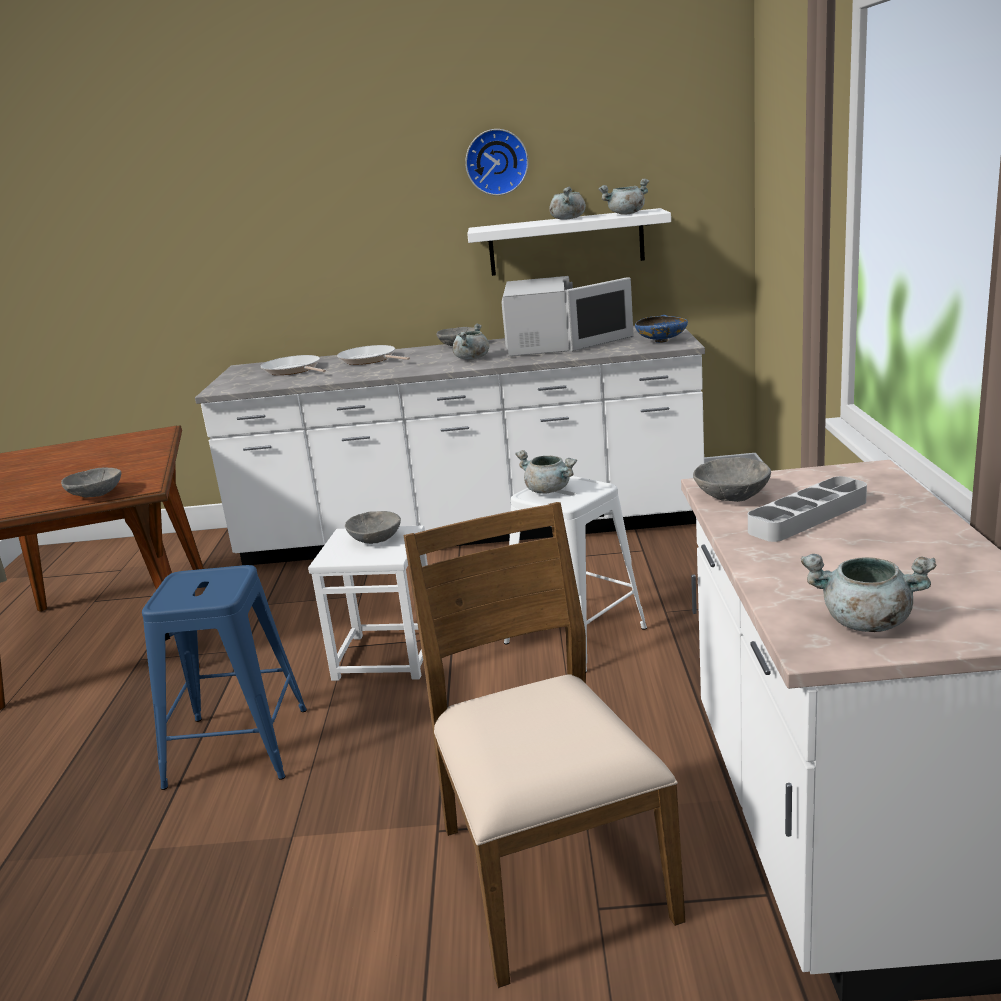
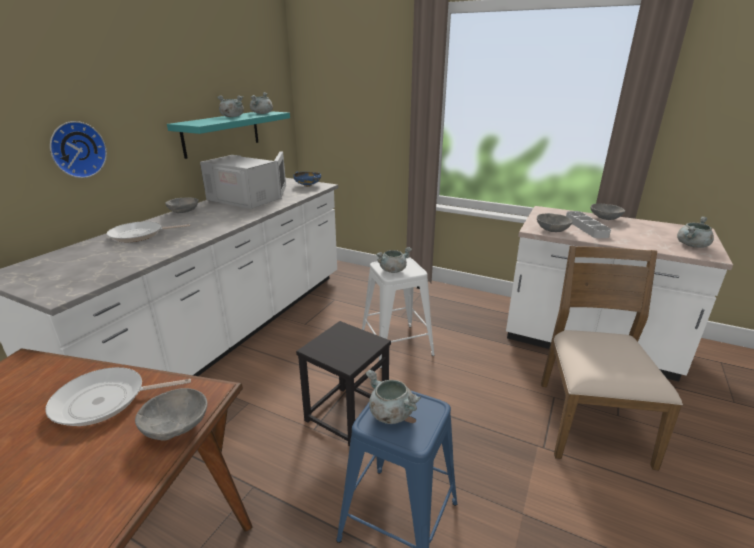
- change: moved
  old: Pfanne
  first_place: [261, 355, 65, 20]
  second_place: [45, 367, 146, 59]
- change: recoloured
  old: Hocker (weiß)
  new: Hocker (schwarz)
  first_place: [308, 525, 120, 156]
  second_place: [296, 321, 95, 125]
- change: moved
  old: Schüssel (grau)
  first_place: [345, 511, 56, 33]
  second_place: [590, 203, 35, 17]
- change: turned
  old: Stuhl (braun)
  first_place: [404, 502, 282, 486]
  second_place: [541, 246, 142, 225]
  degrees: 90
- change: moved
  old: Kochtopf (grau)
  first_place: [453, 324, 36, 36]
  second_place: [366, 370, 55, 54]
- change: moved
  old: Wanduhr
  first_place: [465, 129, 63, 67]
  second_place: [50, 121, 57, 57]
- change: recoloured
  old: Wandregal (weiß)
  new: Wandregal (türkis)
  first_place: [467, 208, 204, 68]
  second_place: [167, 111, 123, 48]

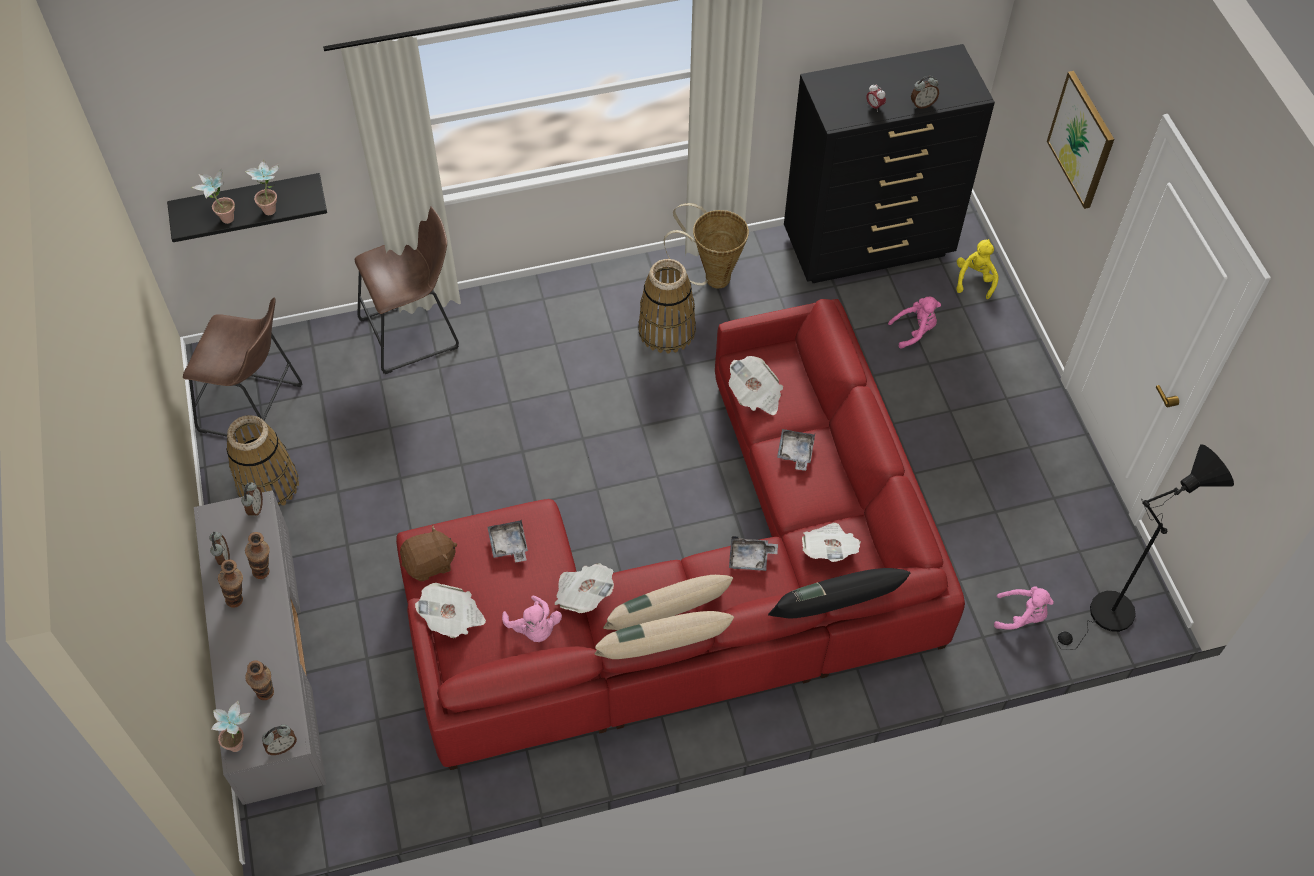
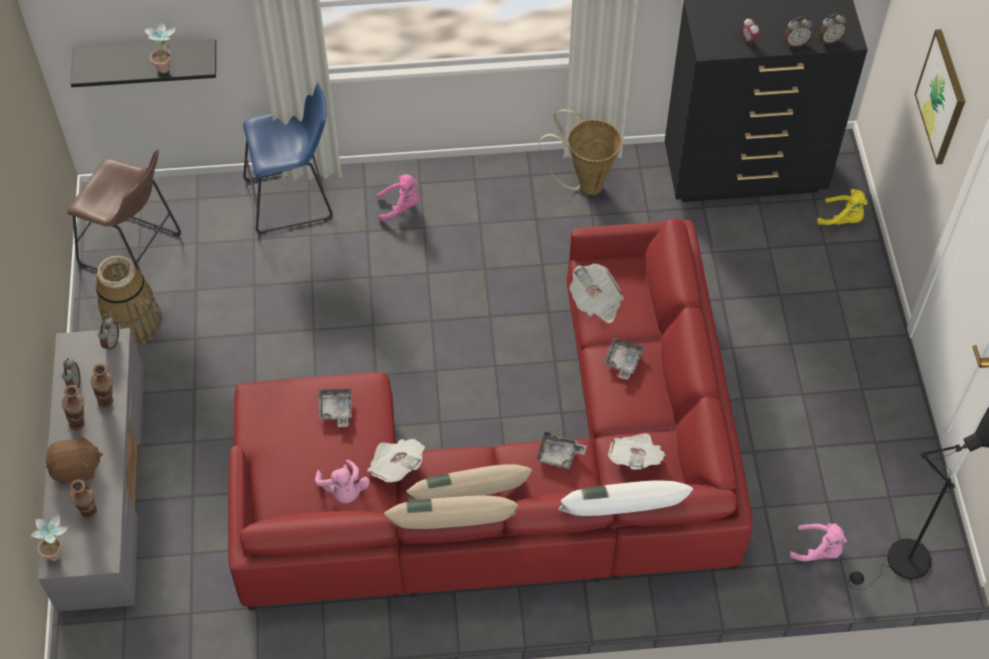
- change: removed
  old: Topfpflanze
  first_place: [191, 169, 44, 55]
- change: moved
  old: Wecker
  first_place: [262, 724, 35, 31]
  second_place: [819, 13, 28, 31]
- change: recoloured
  old: Hocker (braun)
  new: Hocker (blau)
  first_place: [355, 206, 104, 168]
  second_place: [243, 82, 90, 153]
- change: moved
  old: Plüschtier (braun)
  first_place: [400, 525, 57, 56]
  second_place: [46, 433, 57, 52]
- change: removed
  old: Zeitung
  first_place: [415, 583, 71, 55]
- change: removed
  old: Korb
  first_place: [638, 259, 58, 95]
- change: recoloured
  old: Kissen (schwarz)
  new: Kissen (weiß)
  first_place: [768, 568, 142, 51]
  second_place: [558, 481, 135, 35]
- change: moved
  old: Plüschtier (rosa)
  first_place: [888, 296, 53, 53]
  second_place: [377, 175, 42, 46]
- change: turned
  old: Plüschtier (gelb)
  first_place: [956, 239, 43, 60]
  second_place: [817, 189, 51, 36]
  degrees: 90

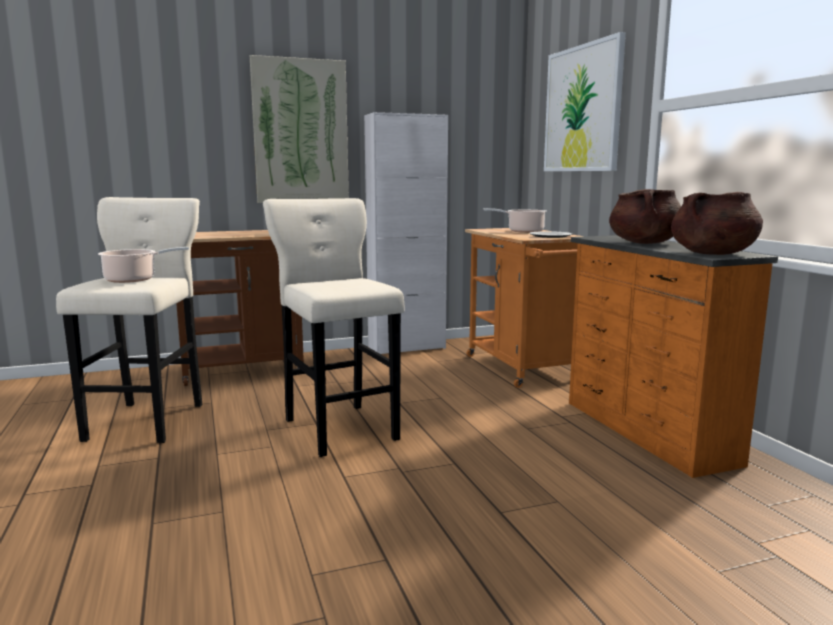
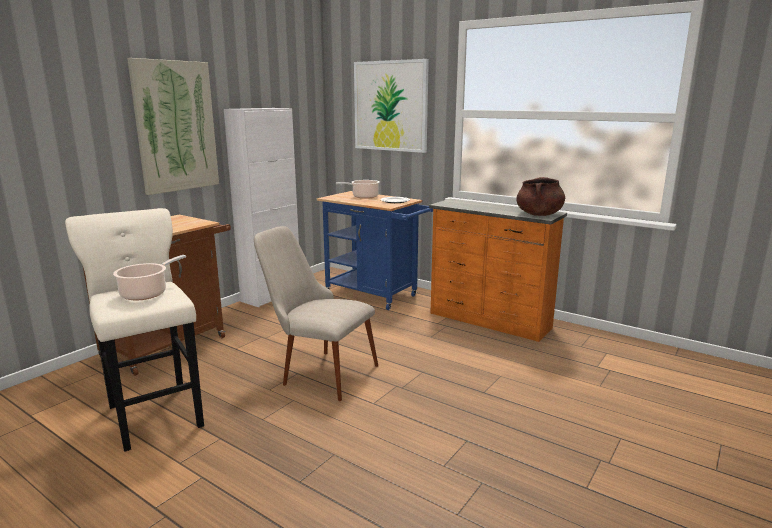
- change: replaced
  old: Hocker (beige)
  new: Stuhl (beige)
  first_place: [263, 198, 142, 259]
  second_place: [254, 226, 124, 175]
- change: recoloured
  old: Rollwagen (orange)
  new: Rollwagen (blau)
  first_place: [465, 228, 120, 160]
  second_place: [317, 191, 116, 119]
- change: removed
  old: Kochtopf (braun)
  first_place: [609, 189, 72, 55]

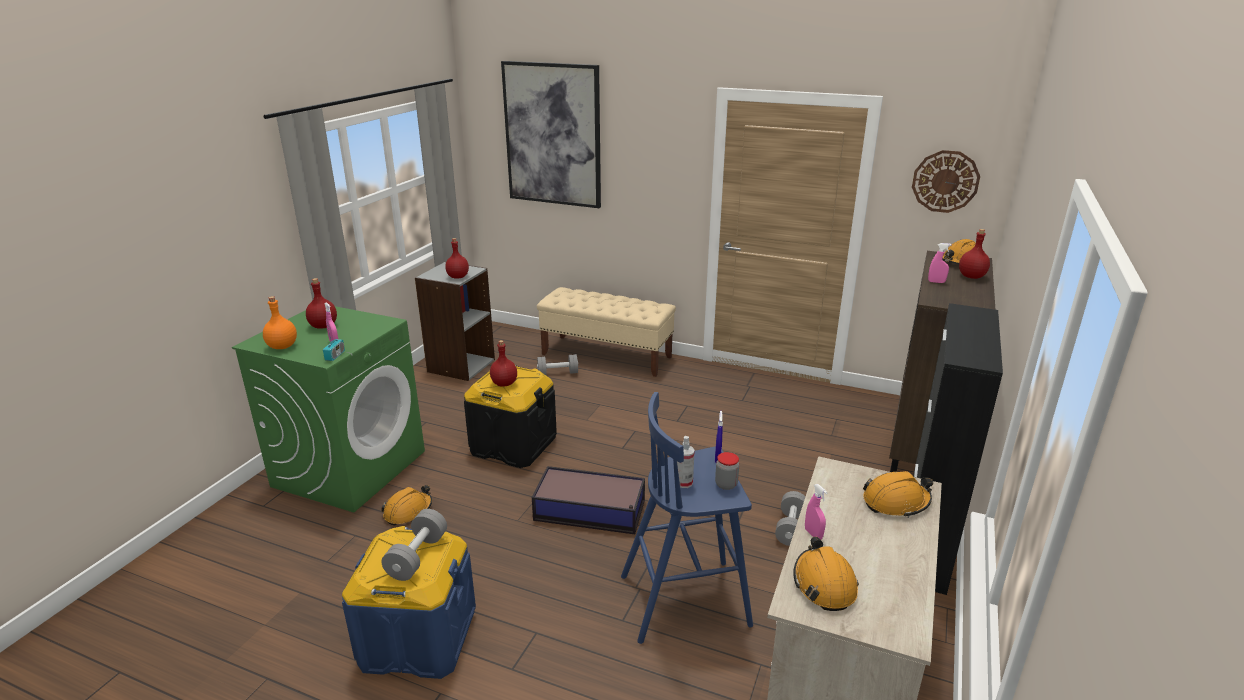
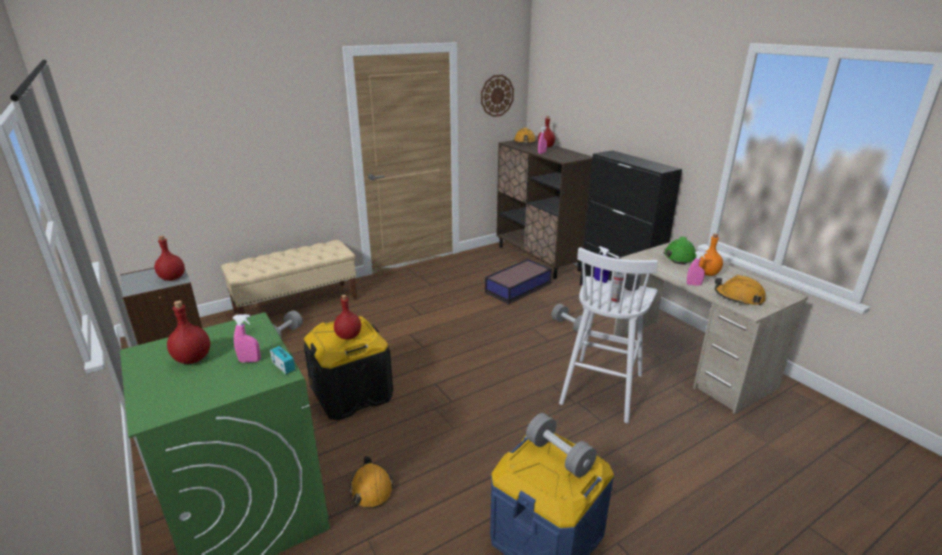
- change: moved
  old: Flasche (orange)
  first_place: [263, 296, 34, 53]
  second_place: [699, 233, 24, 43]
- change: removed
  old: Bild
  first_place: [501, 61, 100, 147]
- change: moved
  old: Aufbewahrungsbox
  first_place: [532, 466, 113, 68]
  second_place: [485, 259, 67, 45]
- change: recoloured
  old: Hocker (blau)
  new: Hocker (weiß)
  first_place: [621, 392, 132, 252]
  second_place: [559, 247, 99, 176]
- change: recoloured
  old: Schutzhelm (orange)
  new: Schutzhelm (grün)
  first_place: [863, 471, 70, 47]
  second_place: [664, 236, 33, 28]

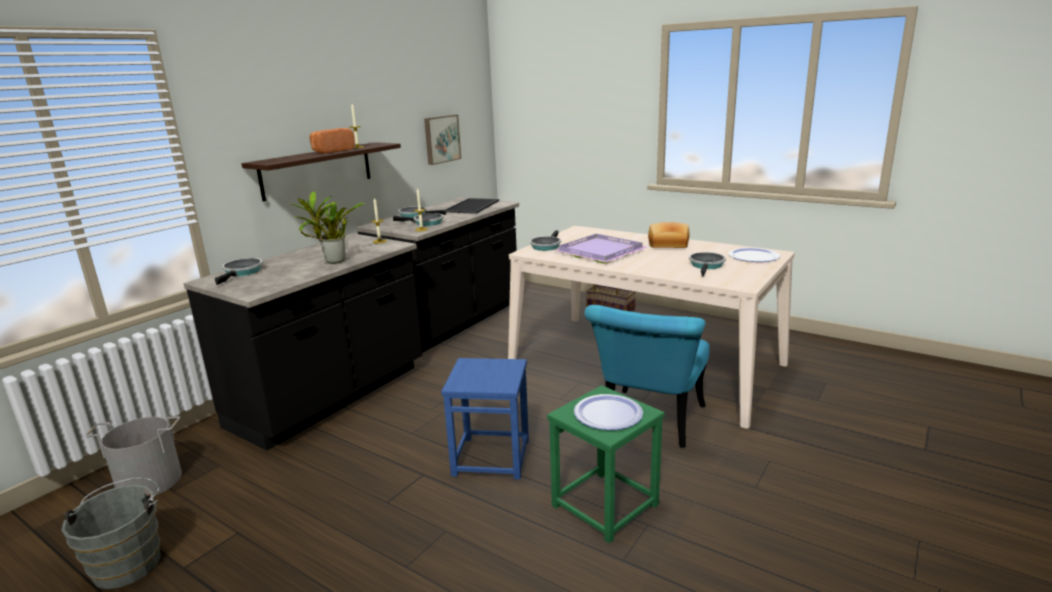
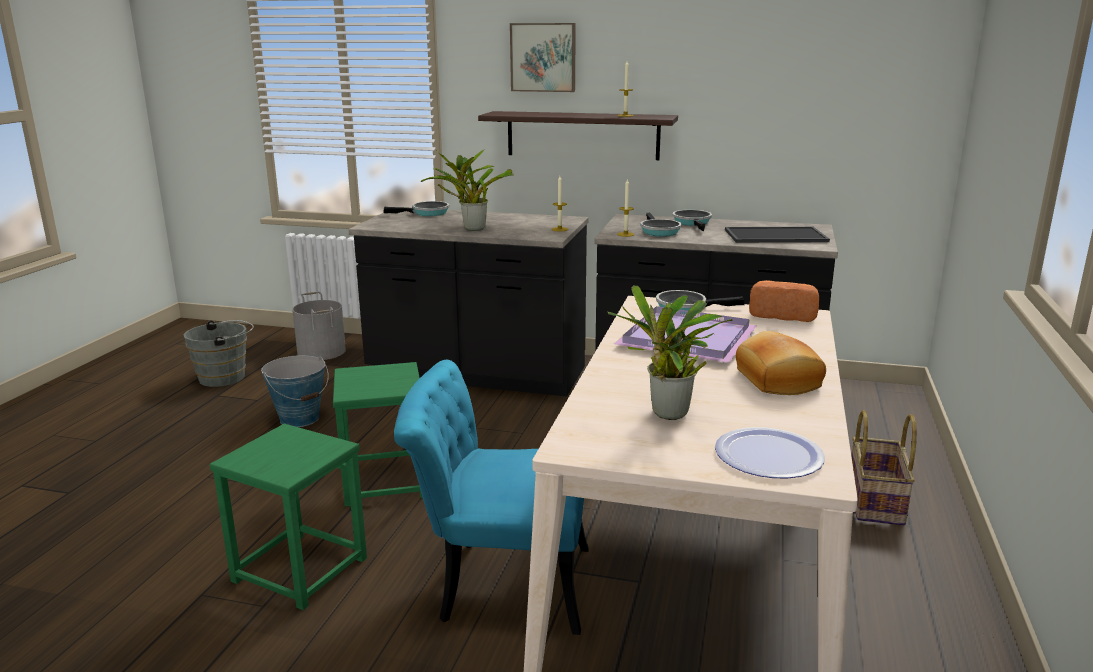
- change: moved
  old: Brot
  first_place: [310, 128, 45, 26]
  second_place: [749, 280, 70, 42]
- change: moved
  old: Bild
  first_place: [424, 115, 37, 50]
  second_place: [510, 23, 66, 69]
- change: recoloured
  old: Hocker (blau)
  new: Hocker (grün)
  first_place: [441, 358, 88, 122]
  second_place: [333, 362, 90, 145]
- change: removed
  old: Teller
  first_place: [574, 394, 69, 36]
- change: replaced
  old: Pfanne
  new: Topfpflanze
  first_place: [689, 252, 37, 25]
  second_place: [608, 285, 125, 135]
- change: added
  new: Eimer
  second_place: [261, 355, 68, 72]

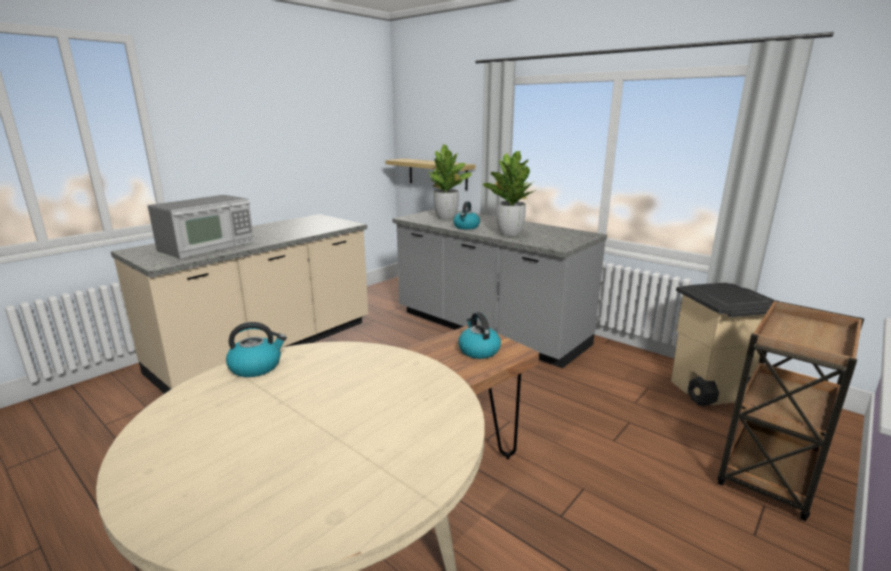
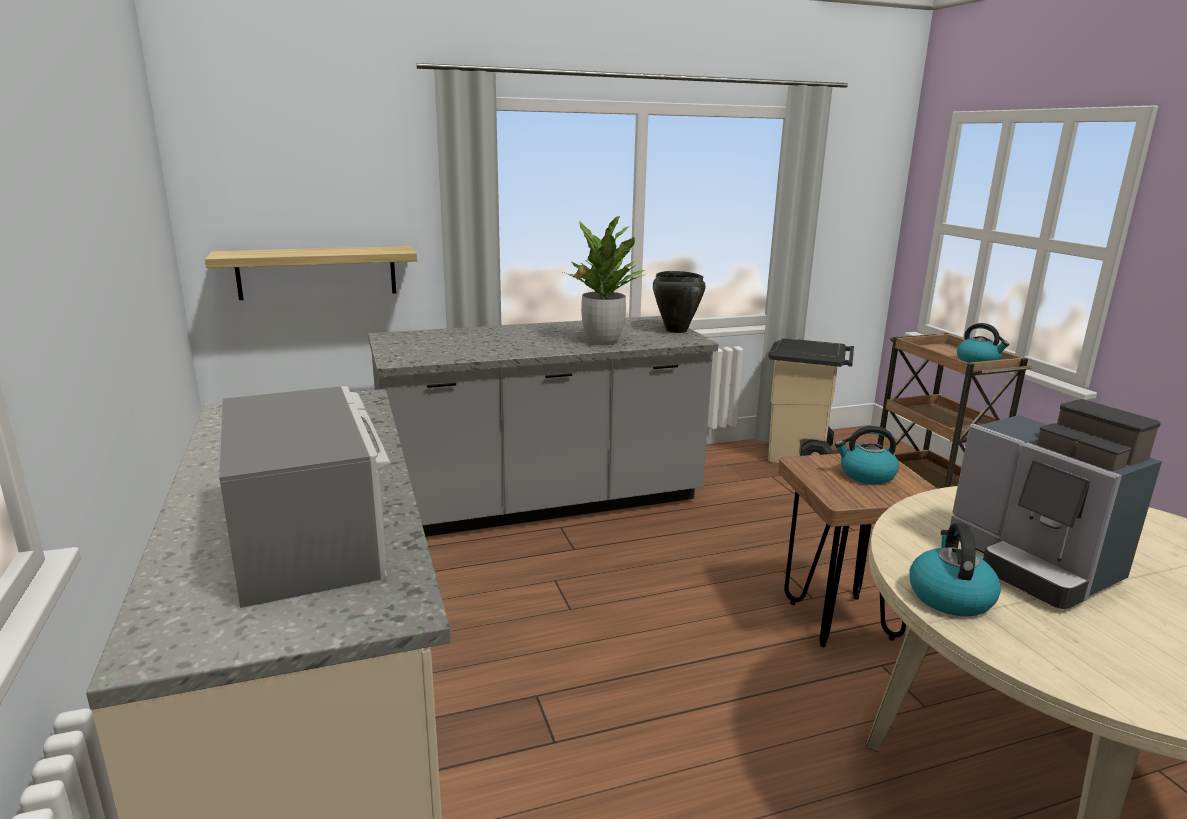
- change: removed
  old: Topfpflanze
  first_place: [428, 144, 45, 75]
- change: moved
  old: Wasserkessel
  first_place: [453, 201, 27, 28]
  second_place: [957, 323, 52, 40]
- change: added
  new: Kochtopf (schwarz)
  second_place: [653, 271, 53, 62]
- change: added
  new: Kaffeemaschine
  second_place: [950, 399, 212, 210]

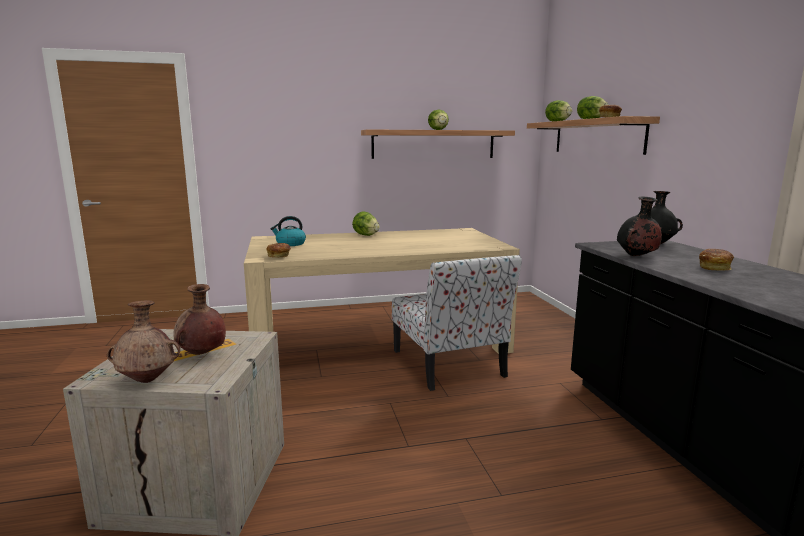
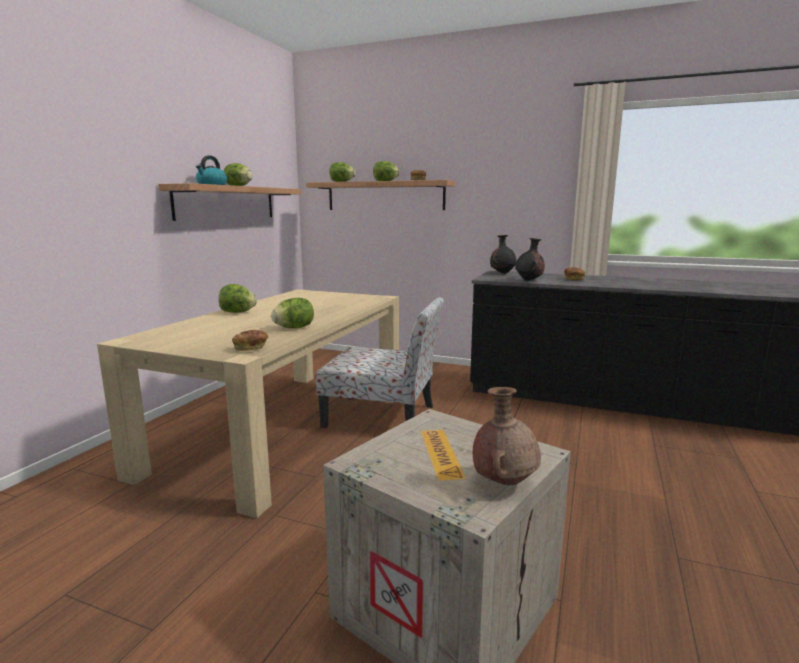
- change: removed
  old: Vase (braun)
  first_place: [173, 284, 53, 71]
- change: moved
  old: Wasserkessel
  first_place: [271, 216, 35, 30]
  second_place: [196, 156, 31, 29]
- change: added
  new: Salatkopf
  second_place: [271, 298, 43, 30]

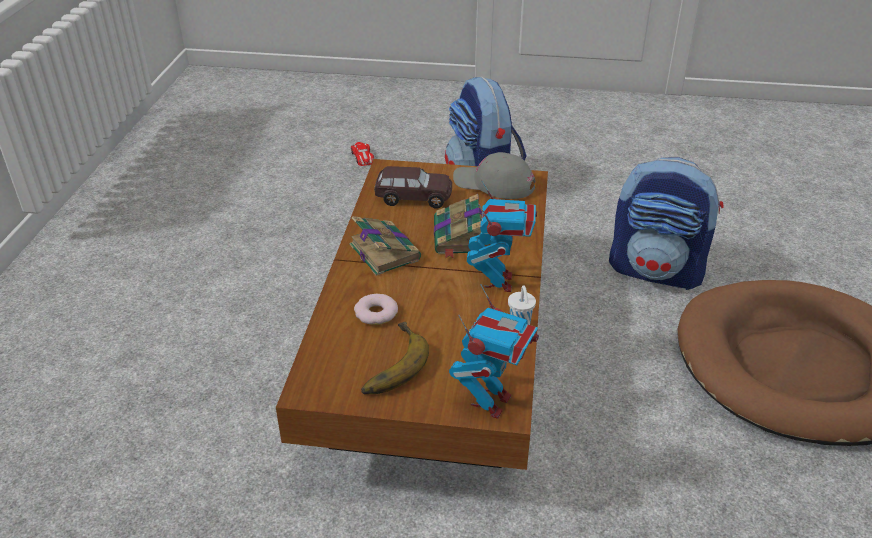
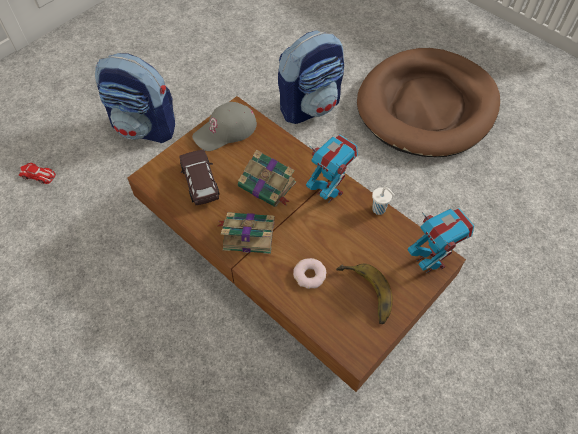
- change: turned
  old: Spielzeugauto (braun)
  first_place: [374, 166, 78, 43]
  second_place: [179, 149, 41, 56]
  degrees: -60

